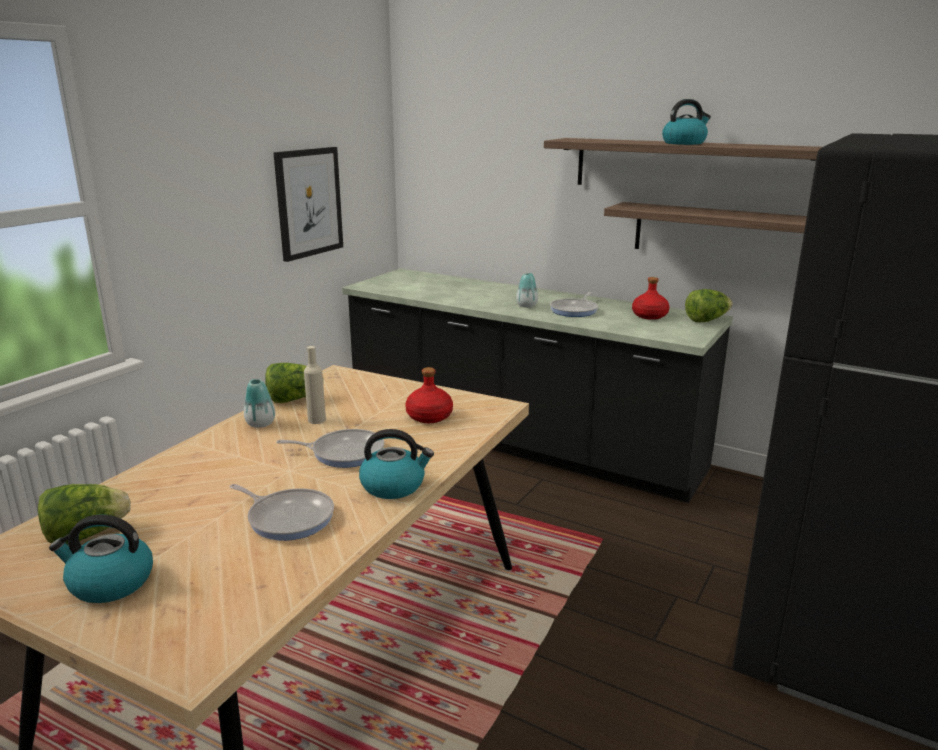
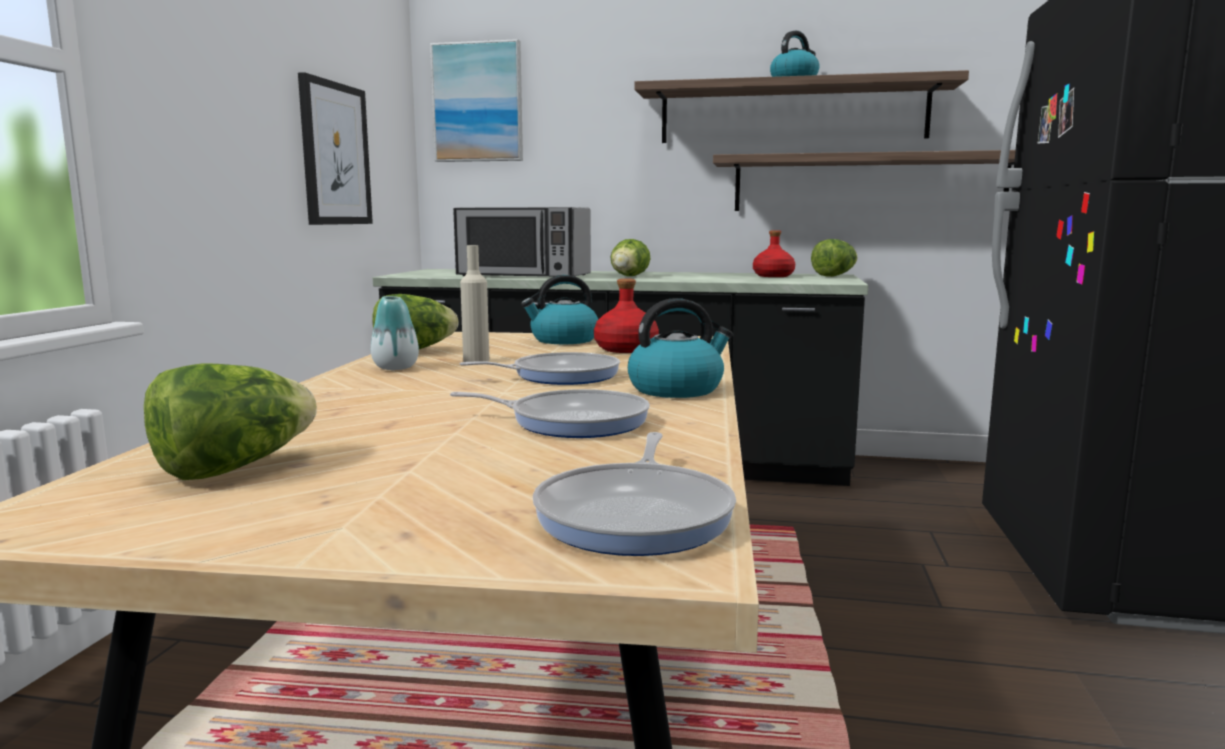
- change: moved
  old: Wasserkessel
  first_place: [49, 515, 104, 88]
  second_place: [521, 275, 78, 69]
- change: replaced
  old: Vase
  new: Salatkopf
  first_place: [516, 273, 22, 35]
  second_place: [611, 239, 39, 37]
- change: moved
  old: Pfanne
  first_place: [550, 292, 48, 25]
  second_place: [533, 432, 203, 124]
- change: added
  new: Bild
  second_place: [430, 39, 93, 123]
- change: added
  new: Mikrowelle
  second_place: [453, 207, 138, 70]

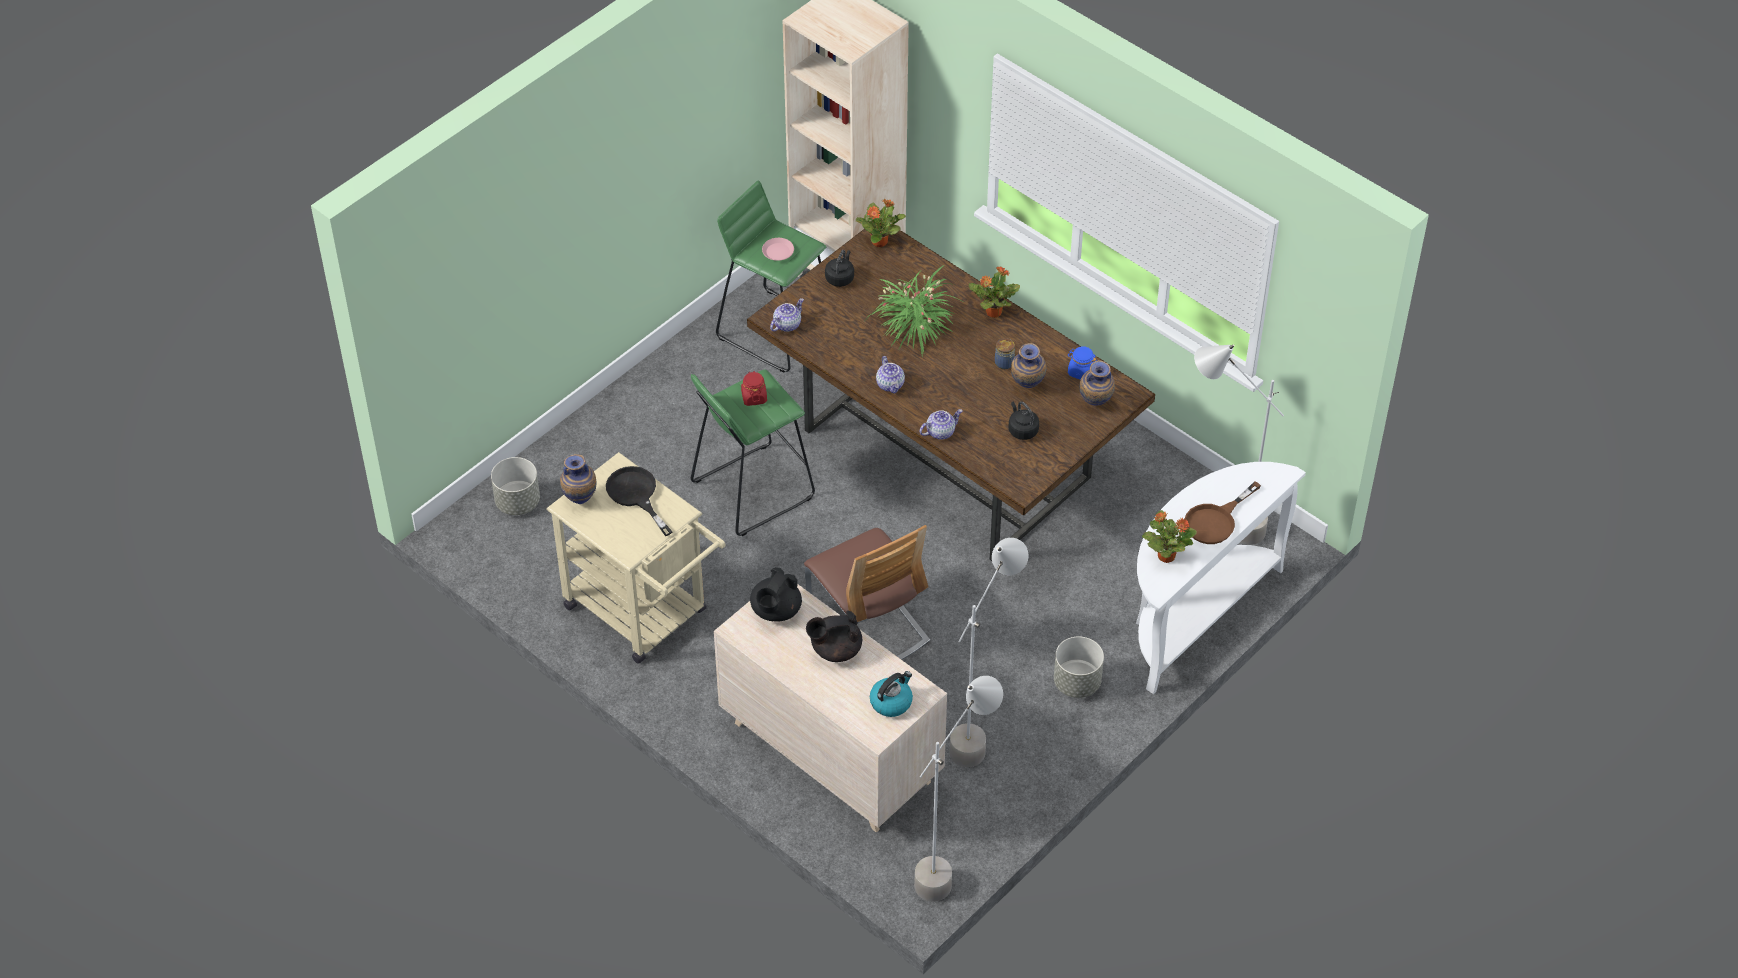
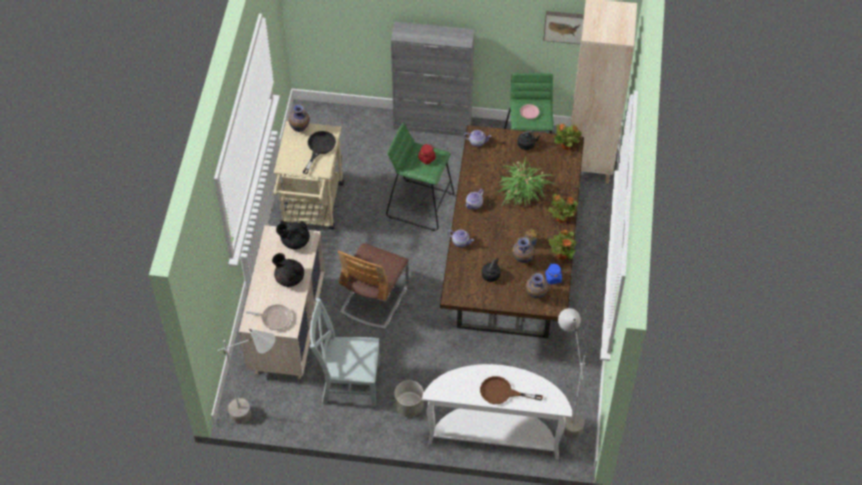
- change: removed
  old: Pflanzkübel (grau)
  first_place: [491, 457, 49, 58]
- change: replaced
  old: Wasserkessel
  new: Pfanne
  first_place: [870, 671, 43, 46]
  second_place: [246, 304, 46, 26]
- change: replaced
  old: Stehlampe (grau)
  new: Stuhl (grau)
  first_place: [949, 538, 79, 229]
  second_place: [309, 298, 71, 108]
- change: moved
  old: Topfpflanze
  first_place: [1142, 510, 55, 53]
  second_place: [549, 230, 27, 30]
- change: added
  new: Schrank (grau)
  second_place: [391, 22, 84, 114]
- change: added
  new: Bild
  second_place: [543, 11, 41, 33]

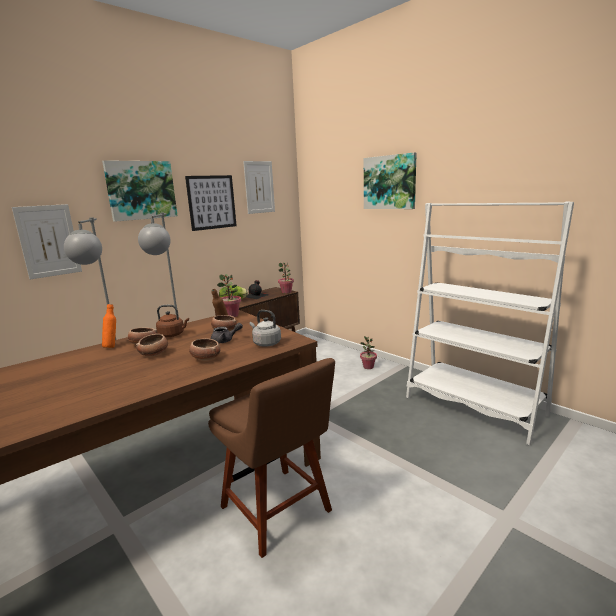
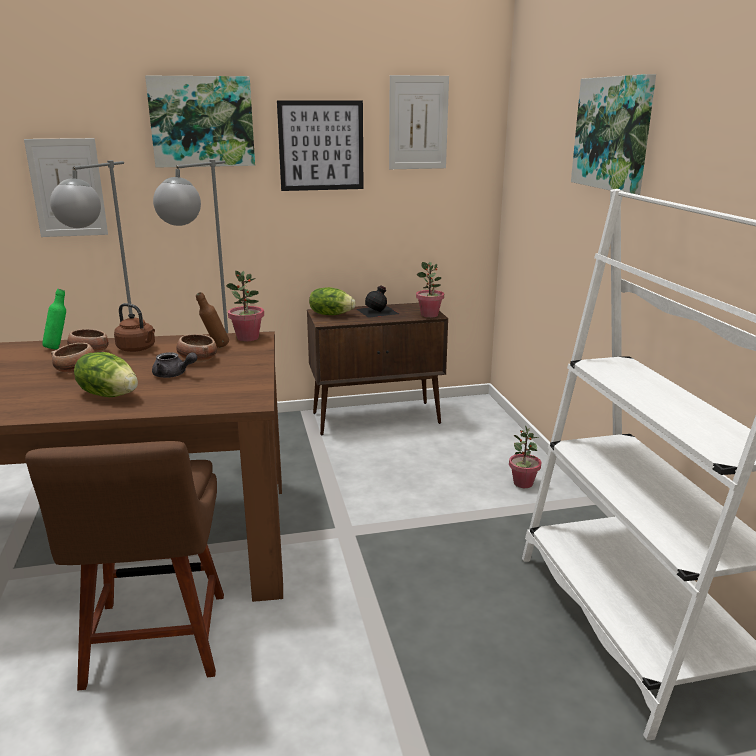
- change: recoloured
  old: Flasche (orange)
  new: Flasche (grün)
  first_place: [102, 304, 14, 44]
  second_place: [42, 289, 24, 60]
- change: replaced
  old: Schüssel
  new: Salatkopf
  first_place: [189, 338, 31, 23]
  second_place: [74, 352, 64, 45]
- change: removed
  old: Wasserkessel (grau)
  first_place: [250, 310, 31, 37]

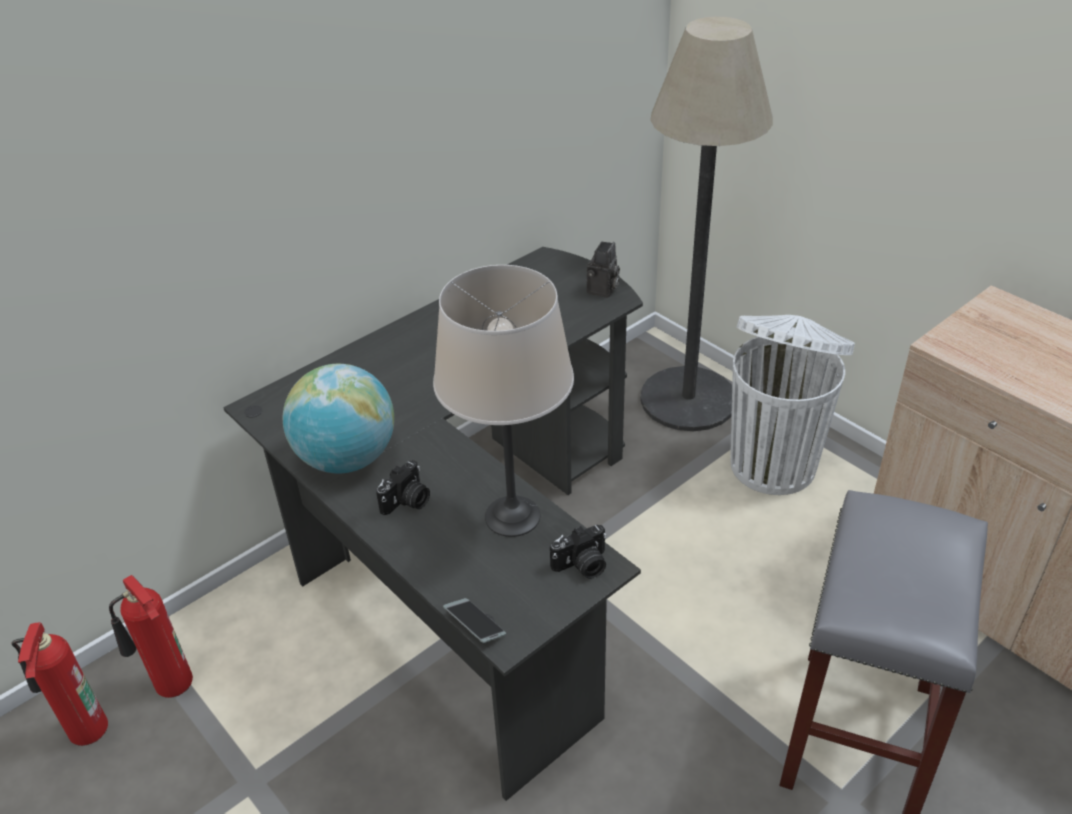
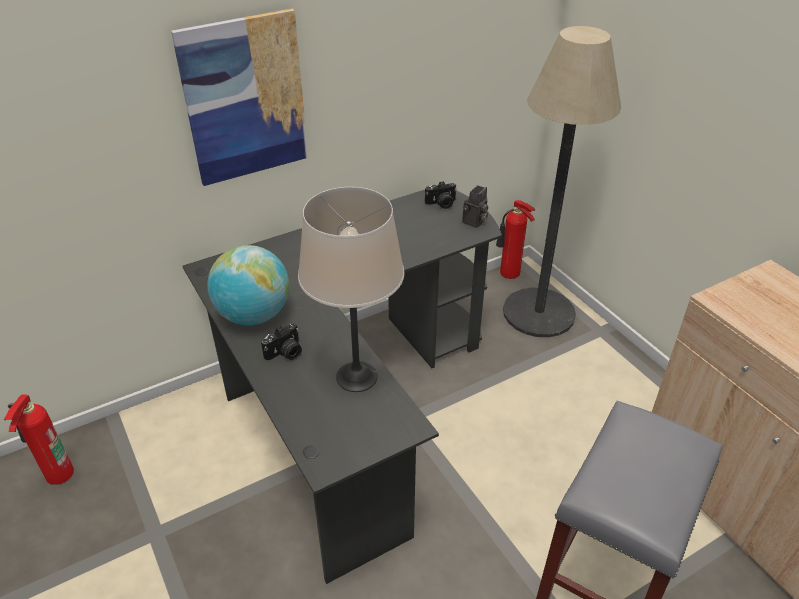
- change: moved
  old: Feuerlöscher
  first_place: [109, 575, 84, 123]
  second_place: [496, 200, 40, 79]
- change: removed
  old: Handy
  first_place: [443, 598, 63, 45]
- change: moved
  old: Kamera
  first_place: [550, 525, 57, 54]
  second_place: [425, 181, 32, 28]
- change: removed
  old: Mülleimer (weiß)
  first_place: [730, 315, 125, 180]
- change: added
  new: Bild
  second_place: [171, 9, 137, 177]

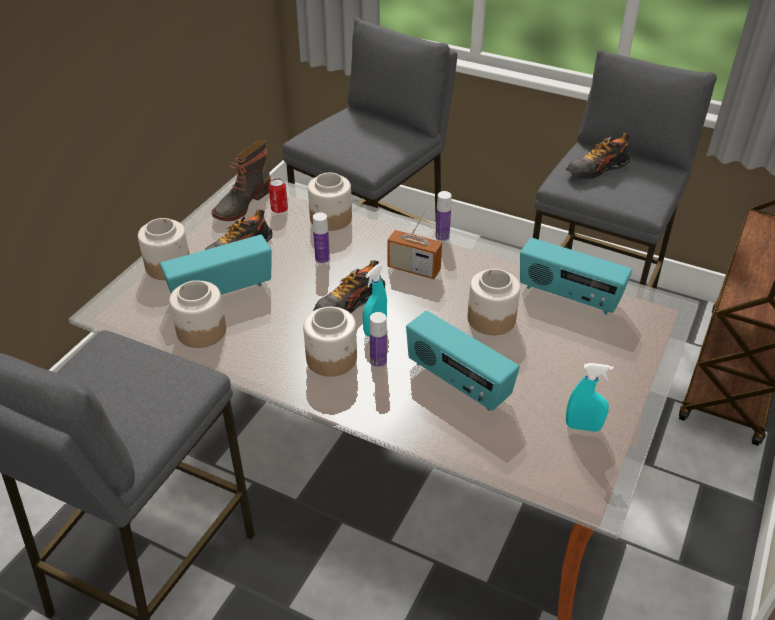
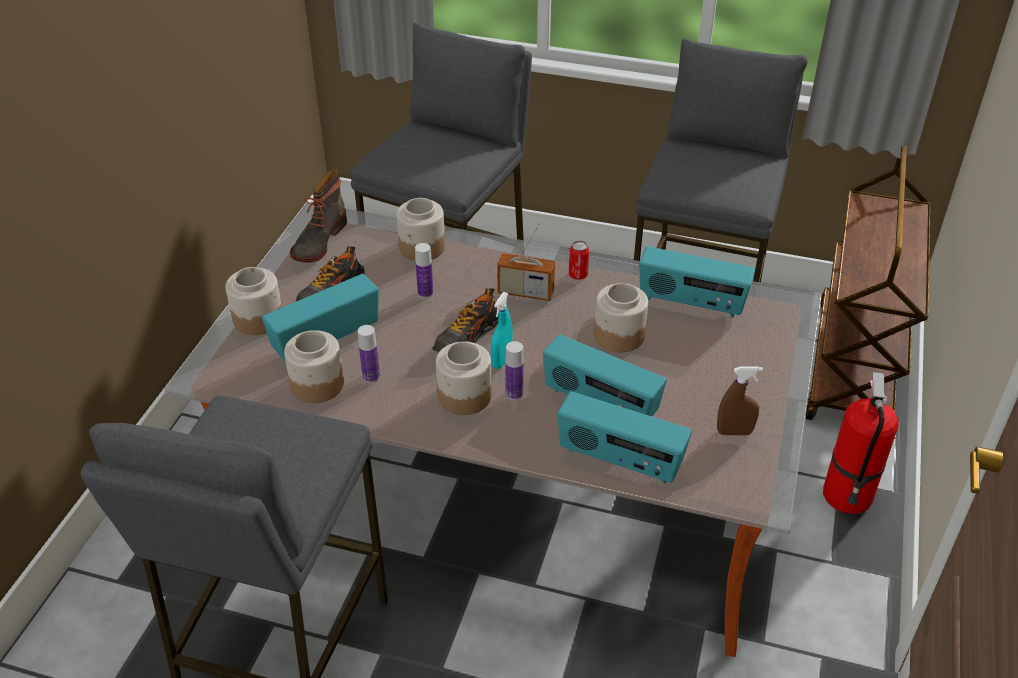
- change: moved
  old: Dose
  first_place: [269, 178, 19, 35]
  second_place: [569, 241, 21, 39]
- change: moved
  old: Flasche
  first_place: [435, 191, 17, 51]
  second_place: [358, 325, 22, 58]
- change: removed
  old: Schuh
  first_place: [566, 133, 65, 46]
- change: recoloured
  old: Sprühflasche (türkis)
  new: Sprühflasche (braun)
  first_place: [566, 363, 48, 69]
  second_place: [717, 366, 46, 69]
- change: added
  new: Radio
  second_place: [557, 391, 135, 92]
- change: added
  new: Feuerlöscher
  second_place: [823, 372, 76, 142]

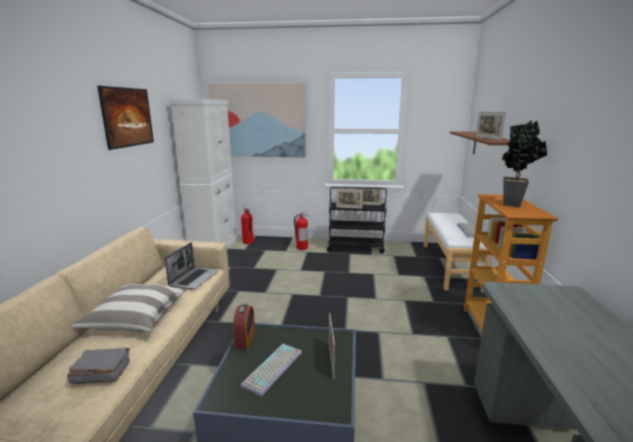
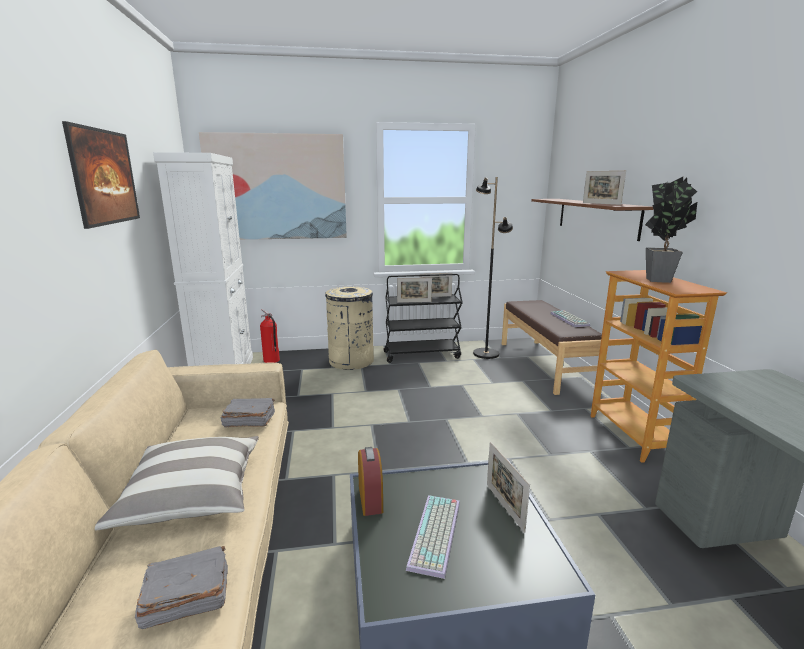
- change: replaced
  old: Laptop
  new: Buch (grau)
  first_place: [165, 242, 54, 48]
  second_place: [221, 398, 54, 29]
- change: replaced
  old: Feuerlöscher
  new: Mülleimer (beige)
  first_place: [294, 210, 15, 40]
  second_place: [325, 287, 49, 83]
- change: recoloured
  old: Bank (weiß)
  new: Bank (braun)
  first_place: [424, 213, 68, 79]
  second_place: [502, 300, 100, 95]
- change: added
  new: Stehlampe (schwarz)
  second_place: [473, 177, 40, 182]

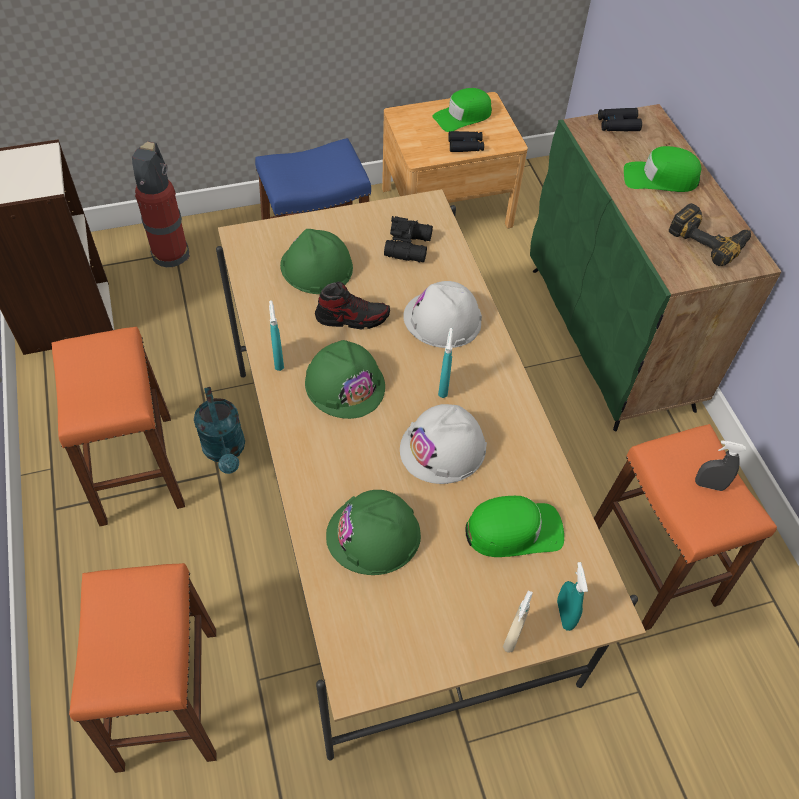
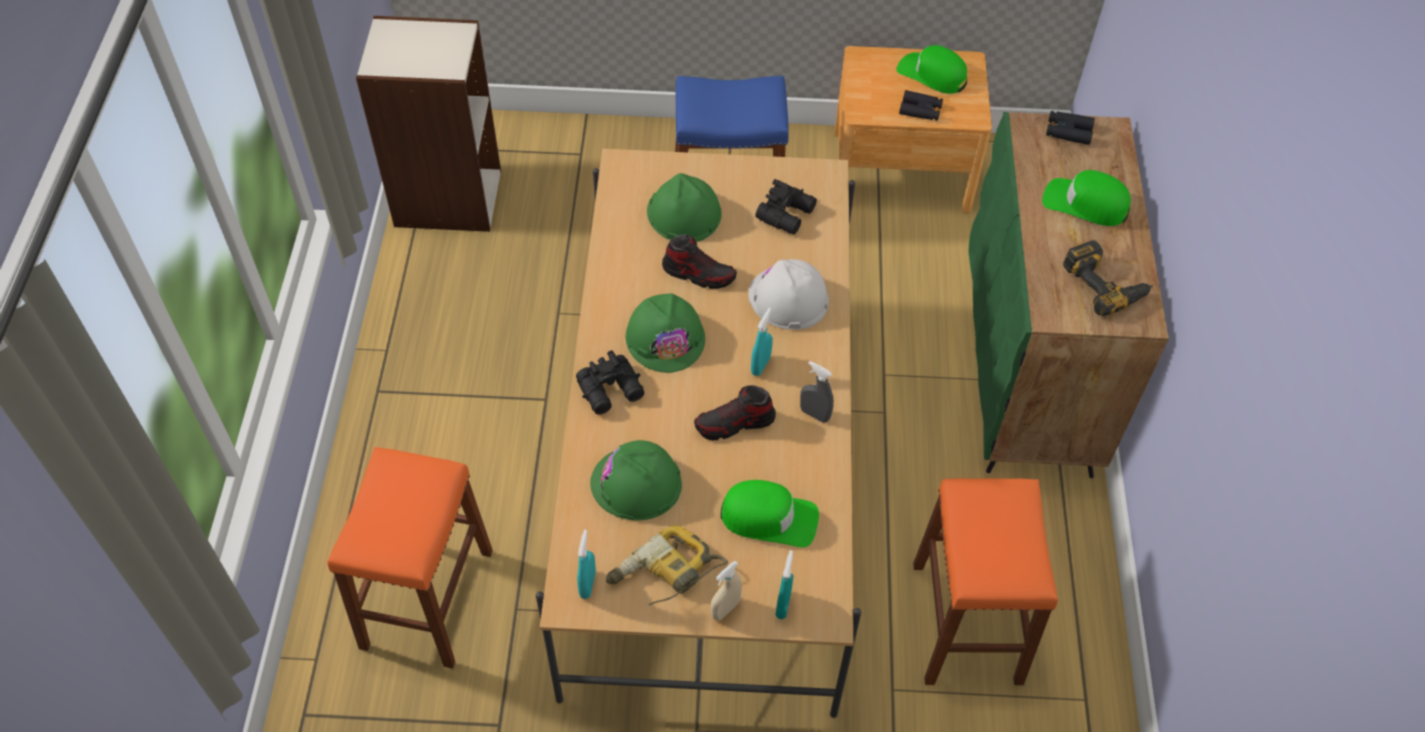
- change: removed
  old: Hocker (orange)
  first_place: [52, 327, 133, 199]
- change: removed
  old: Feuerlöscher
  first_place: [132, 141, 58, 126]
- change: removed
  old: Gießkanne (türkis)
  first_place: [194, 387, 51, 87]
- change: moved
  old: Sprühflasche (türkis)
  first_place: [269, 300, 15, 71]
  second_place: [577, 530, 19, 69]
- change: replaced
  old: Schutzhelm (weiß)
  new: Schuh
  first_place: [400, 404, 87, 80]
  second_place: [694, 385, 82, 55]
- change: turned
  old: Kappe (grün)
  first_place: [433, 88, 59, 44]
  second_place: [896, 45, 71, 49]
  degrees: 45
- change: moved
  old: Sprühflasche (grau)
  first_place: [695, 440, 51, 51]
  second_place: [800, 361, 34, 62]
- change: added
  new: Fernglas (schwarz)
  second_place: [576, 350, 68, 65]
- change: added
  new: Bohrmaschine
  second_place: [606, 525, 122, 81]

